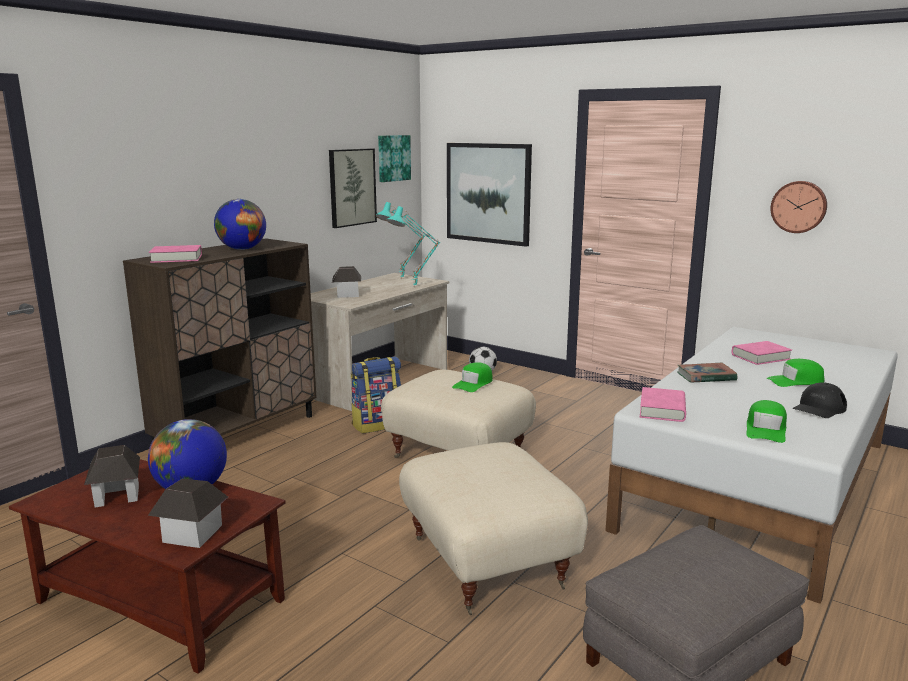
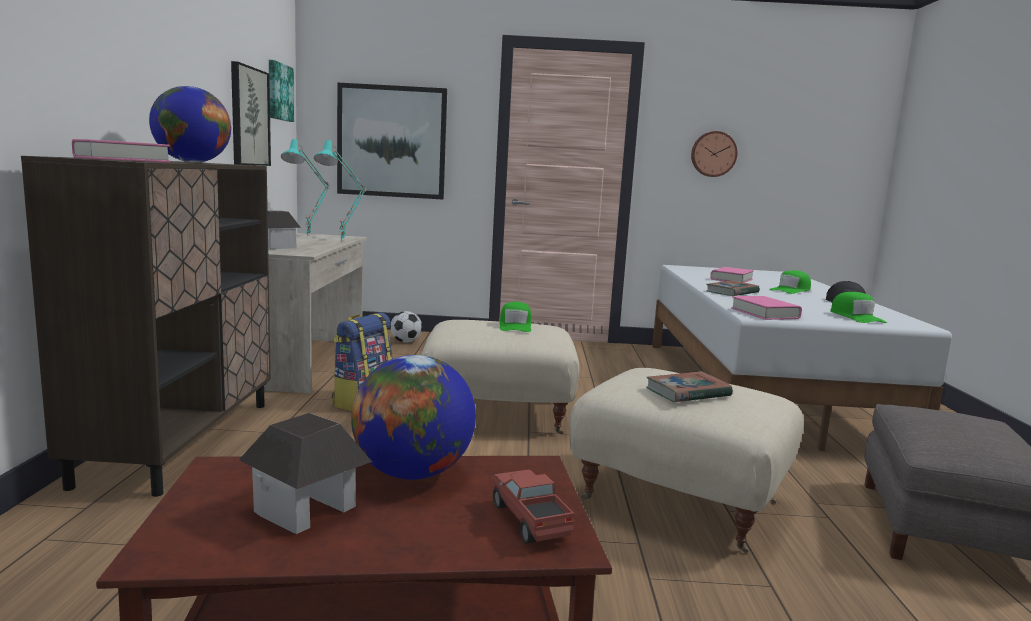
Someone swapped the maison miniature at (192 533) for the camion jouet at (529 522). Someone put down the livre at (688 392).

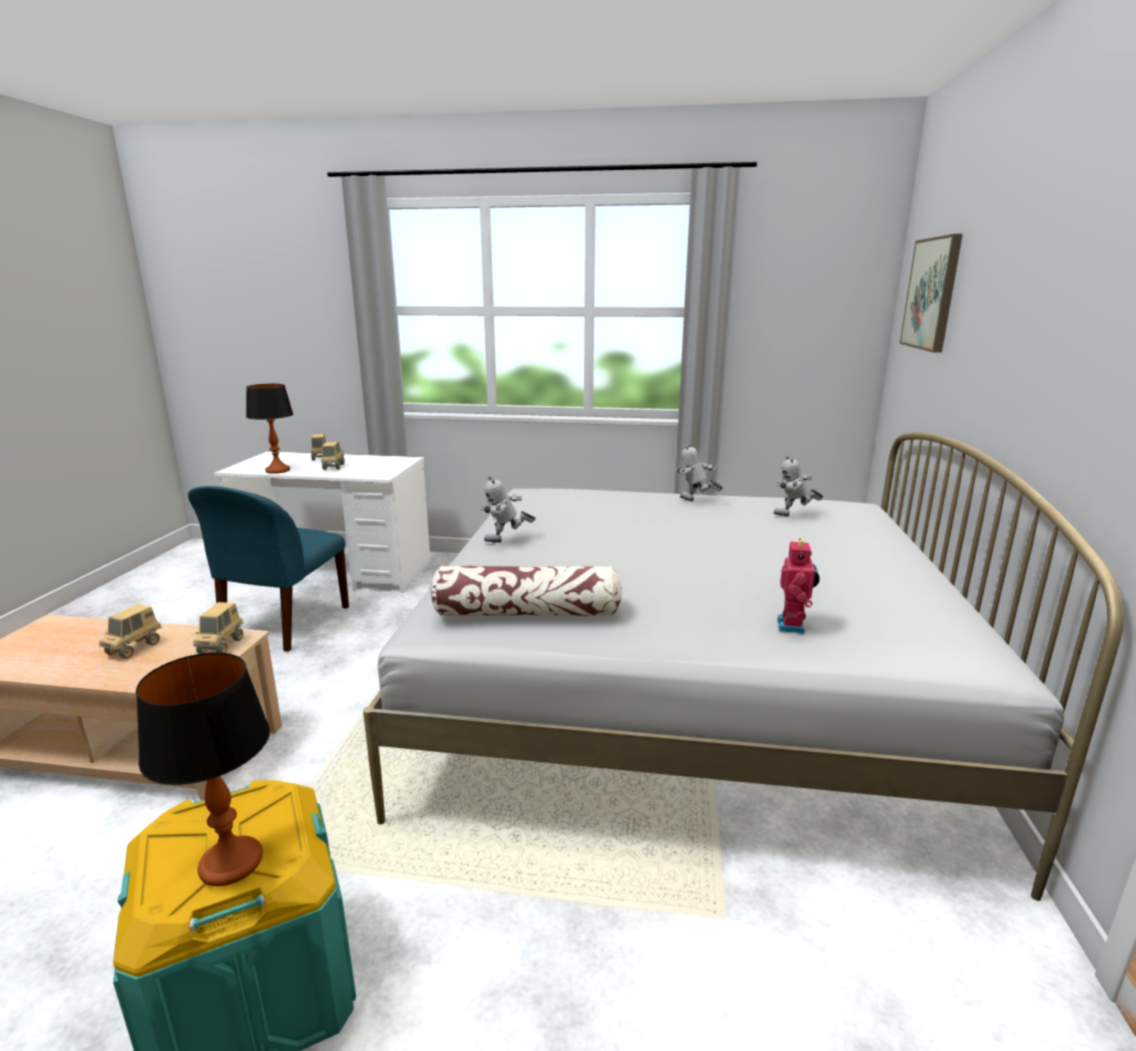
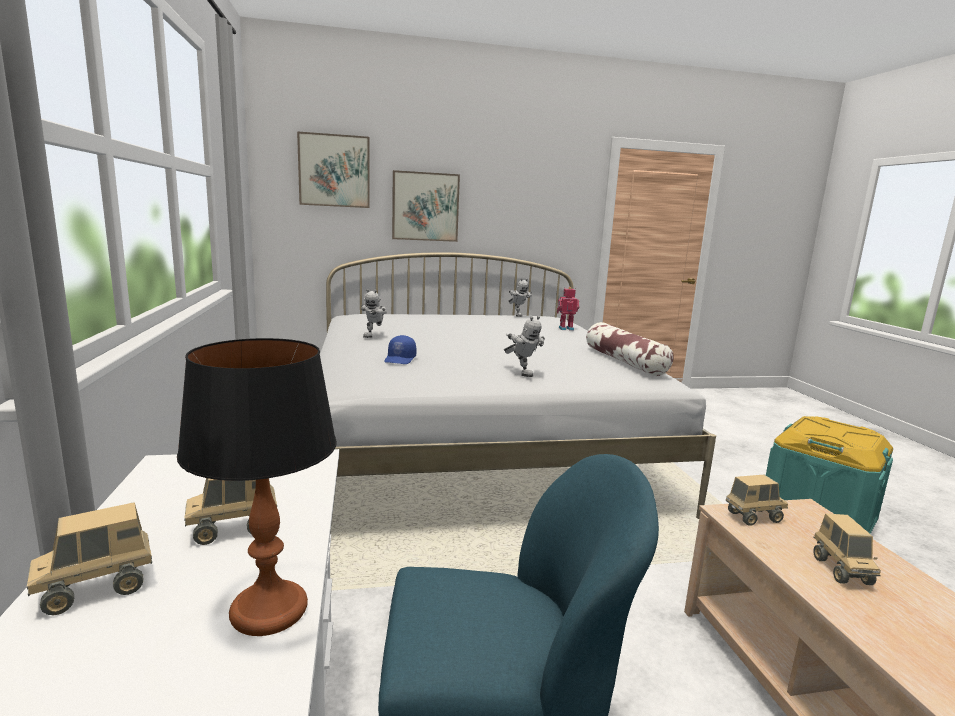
Someone rotated the camion jouet at (134 648) by 90 degrees clockwise. Someone took away the lampe de table at (232 862). Someone carried the robot jouet from (794 516) to (517 315). Someone put down the casquette (bleu) at (400 359). Someone put up the tableau at (425 206).

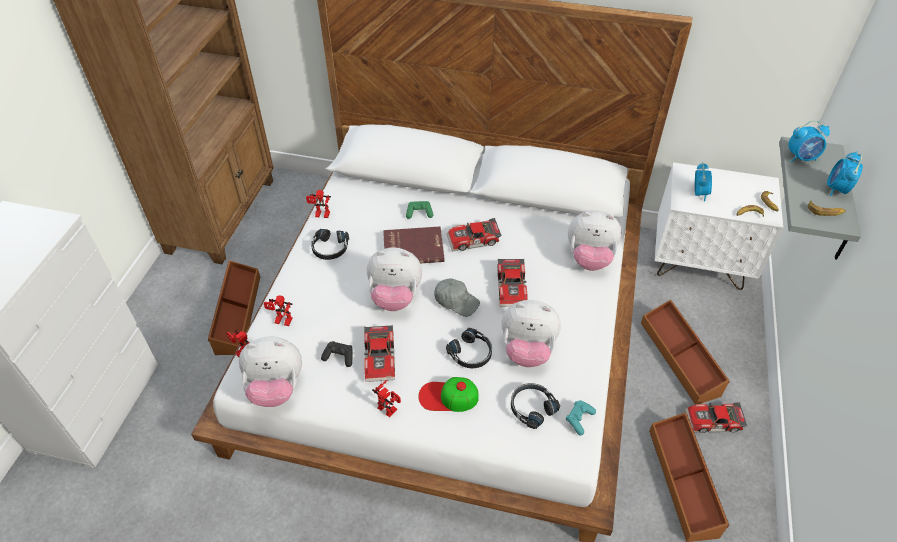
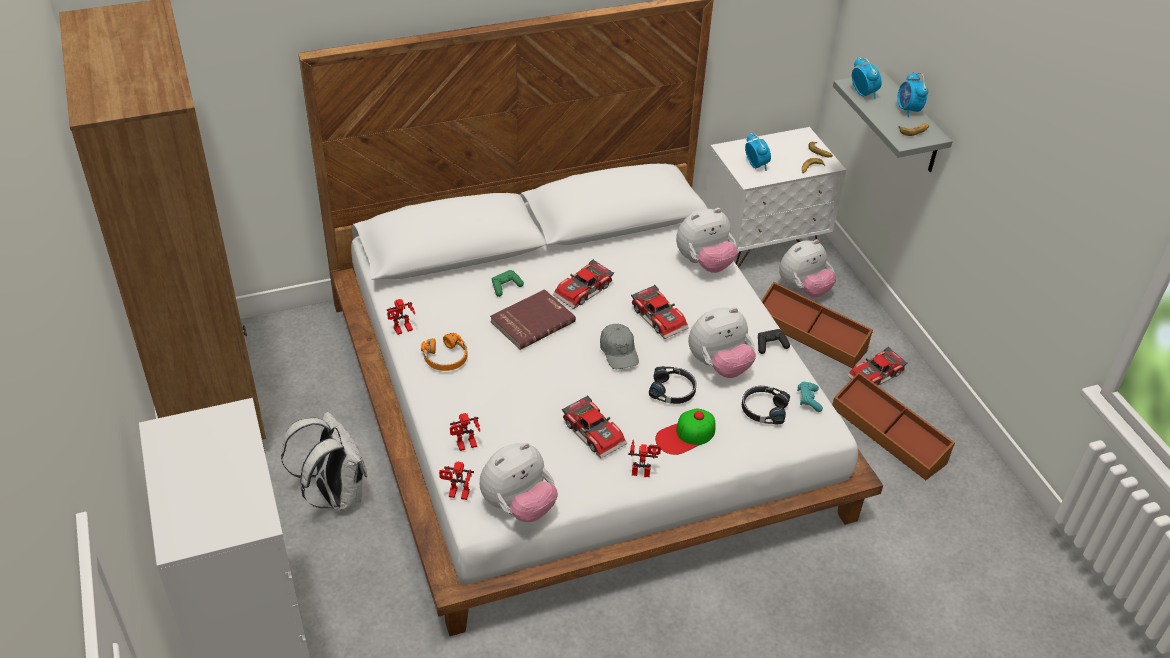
Someone swapped the boîte de rangement (marron) at (237 314) for the sac à dos (blanc) at (335 494). Someone repainted the casque audio (noir) at (330 248), which became the casque audio (orange) at (446 358). Someone carried the manette (noir) from (339 357) to (770 345). Someone carried the peluche from (395 297) to (803 289). Someone rotated the casquette (gris) at (456 301) by 75 degrees clockwise. Someone rotated the réveil at (801 158) by 75 degrees counterclockwise.

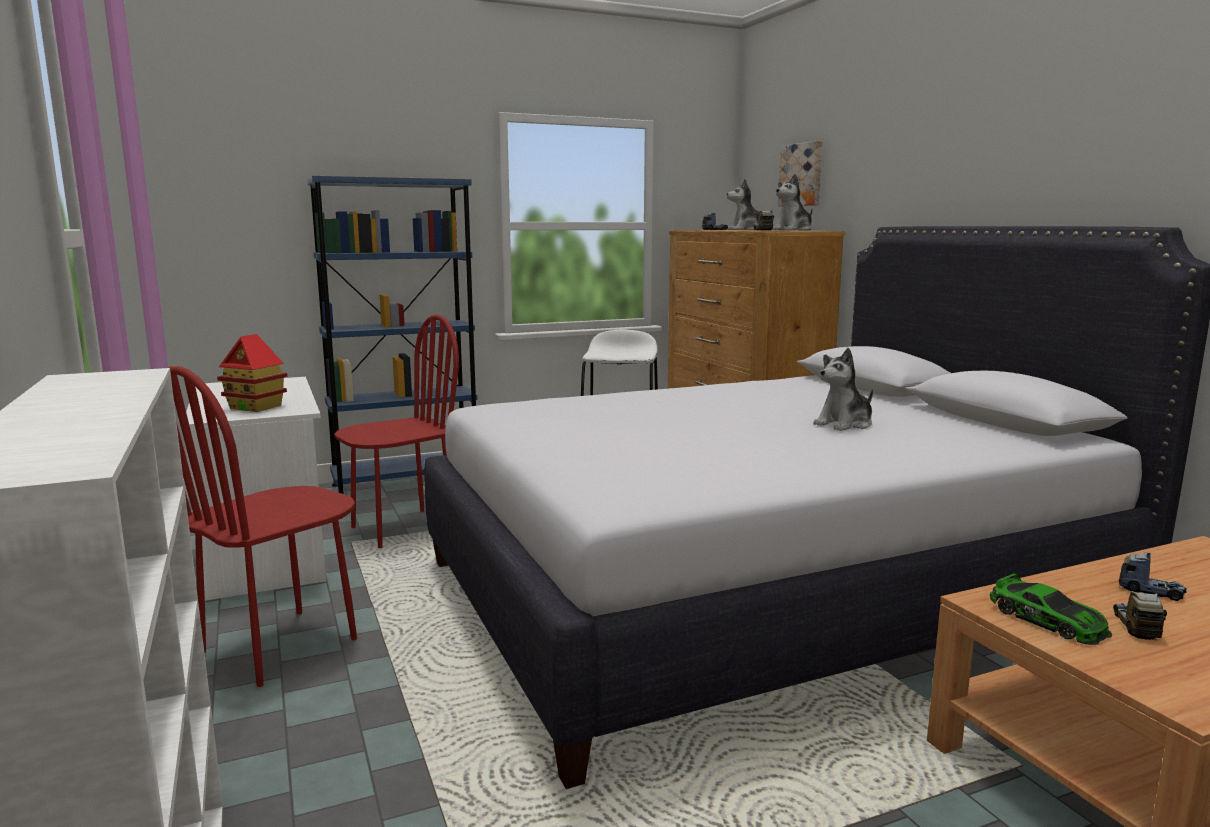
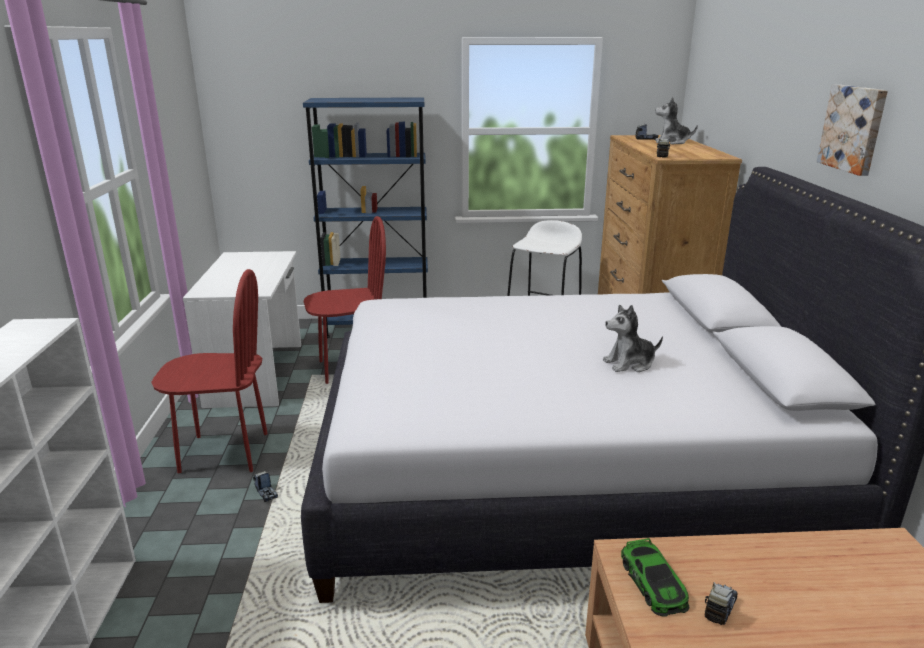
Someone rotated the chaise (rouge) at (280 645) by 150 degrees counterclockwise. Someone took away the maison miniature at (256 407). Someone took away the peluche at (793 230). Someone carried the tableau from (802 175) to (854 128). Someone carried the camion jouet from (1150 591) to (266 493).

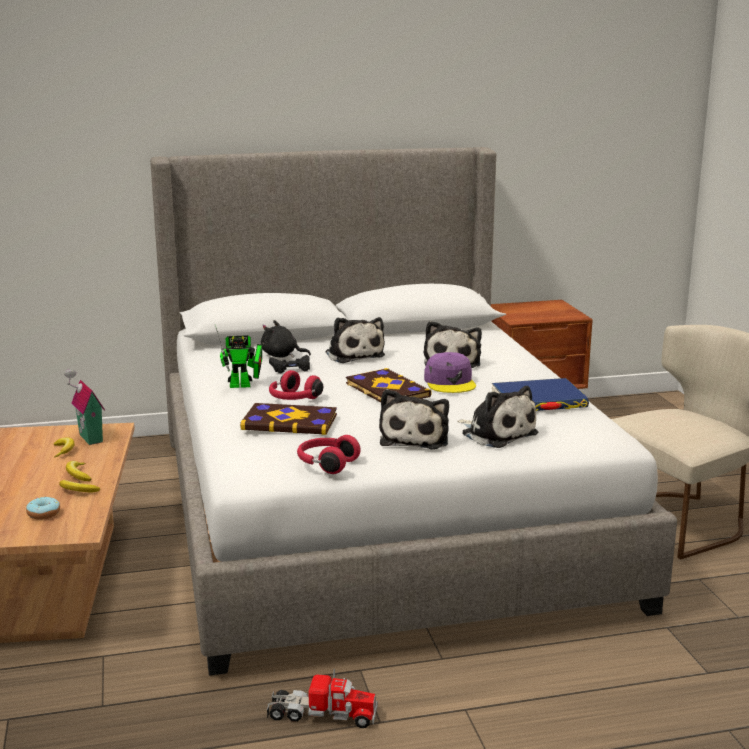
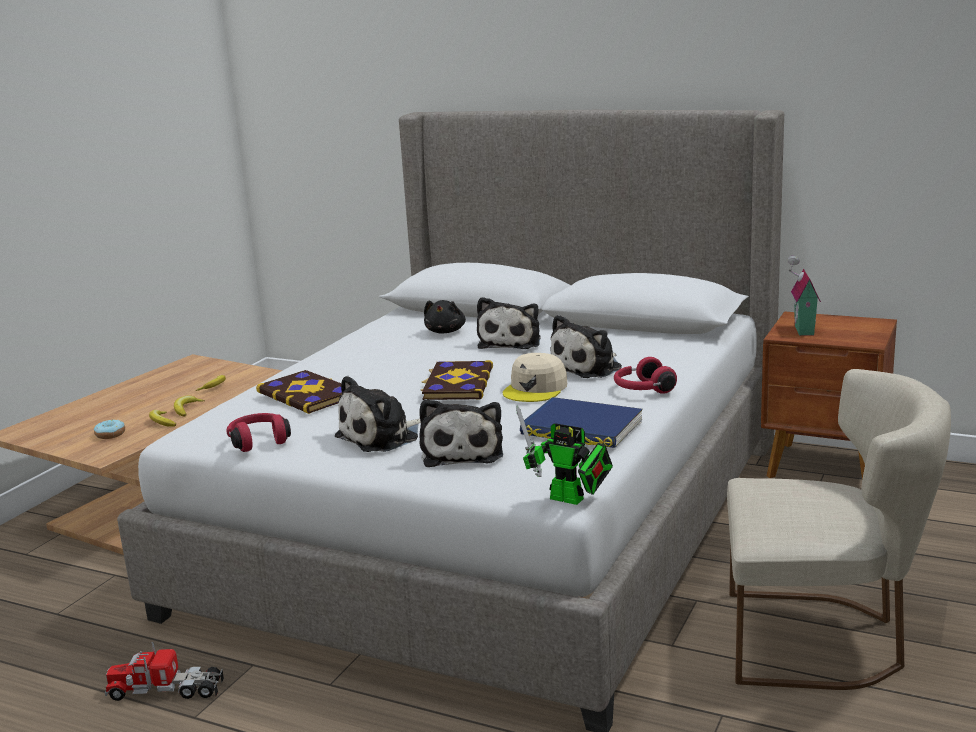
Someone carried the maison miniature from (88 438) to (801 330). Someone carried the robot jouet from (243 385) to (571 500). Someone rotated the peluche (noir) at (281 356) by 135 degrees counterclockwise. Someone rotated the camion jouet at (322 715) by 135 degrees clockwise. Someone took away the manette (noir) at (291 368). Someone carried the casque audio (rouge) from (293 399) to (642 390). Someone repainted the casquette (violet) at (450 382), which became the casquette (beige) at (535 389).

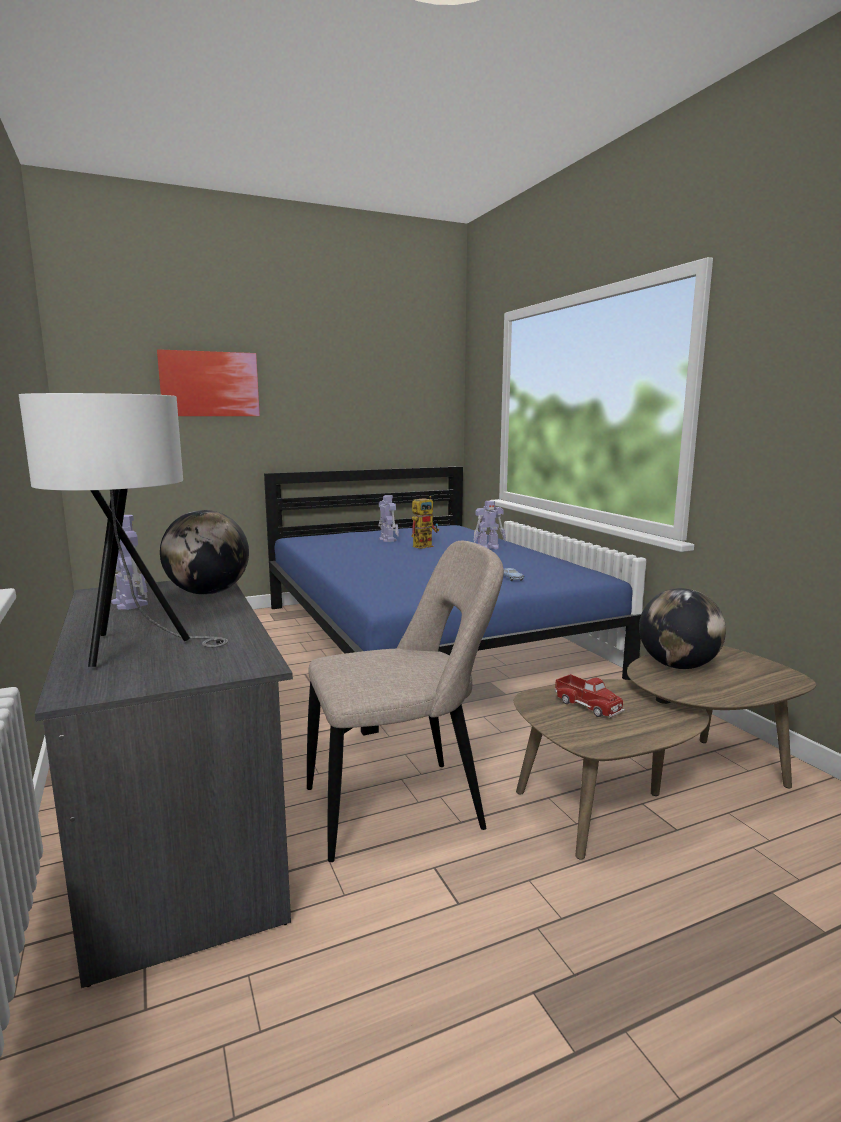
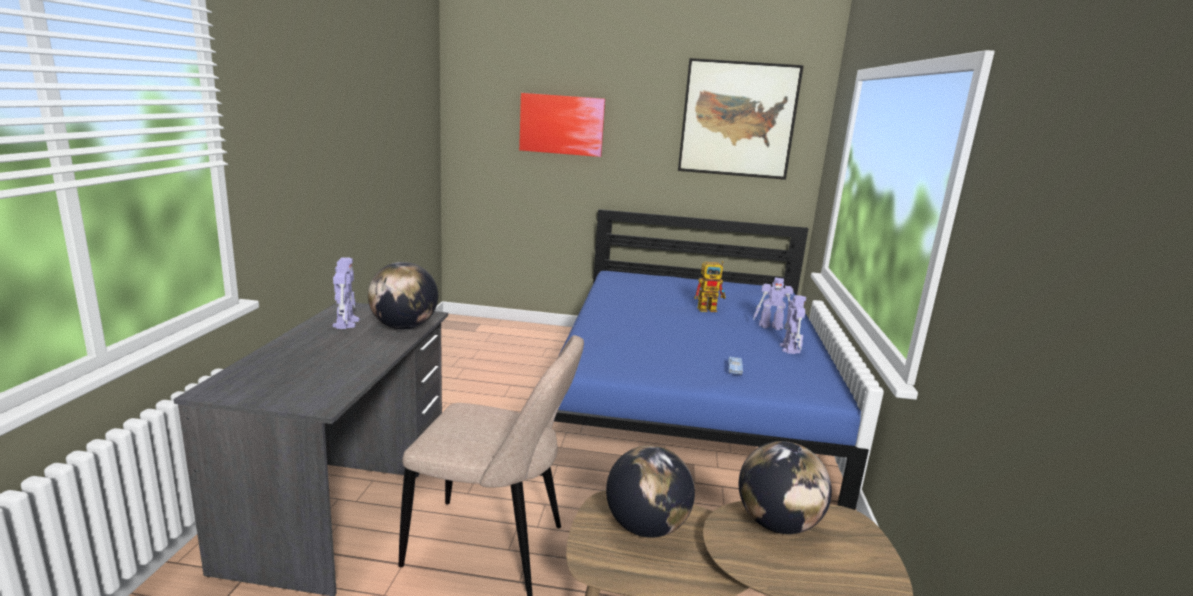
Someone took away the lampe de table (blanc) at (135 648). Someone carried the robot jouet from (387 539) to (789 348). Someone swapped the camion jouet at (588 705) for the globe at (646 527). Someone put up the tableau at (738 119).

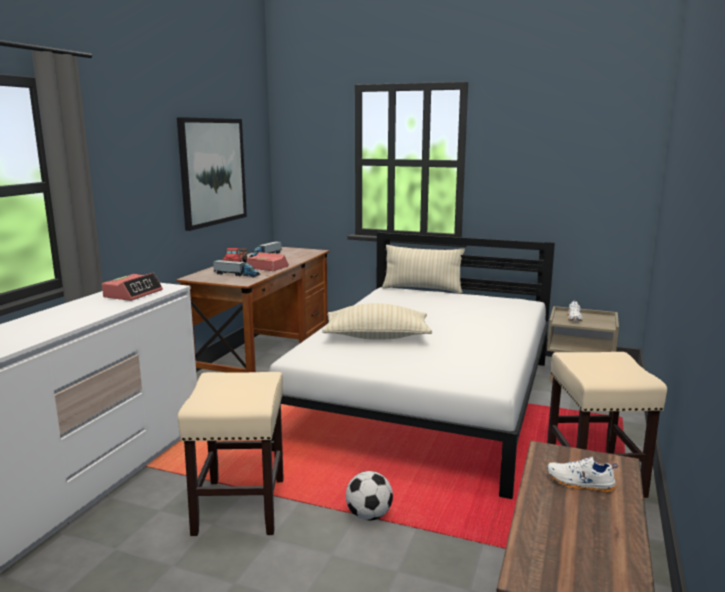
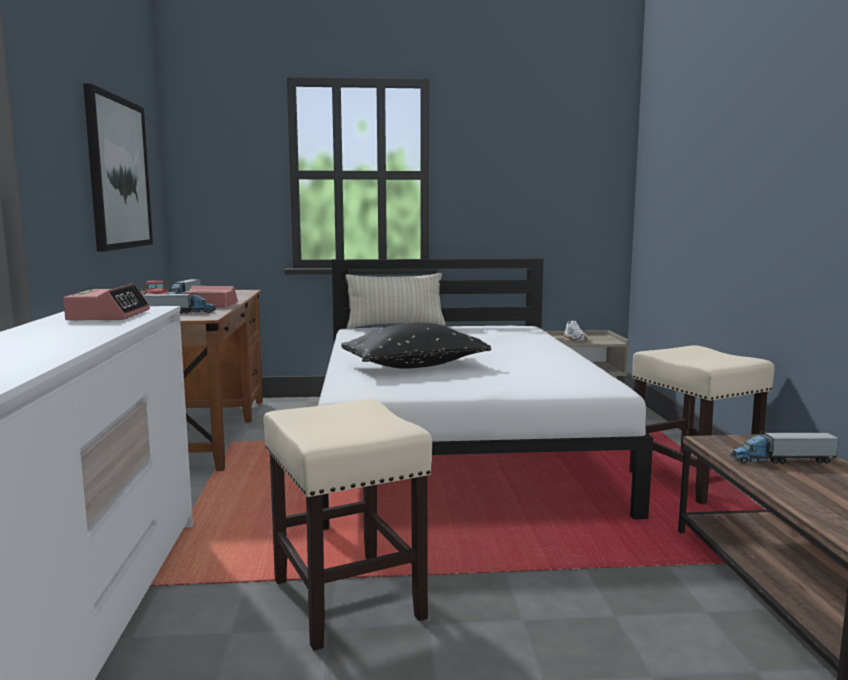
Someone repainted the coussin (beige) at (377 337), which became the coussin (noir) at (415 366). Someone took away the ballon de foot at (369 516). Someone swapped the chaussure (blanc) at (580 484) for the camion jouet at (782 460).

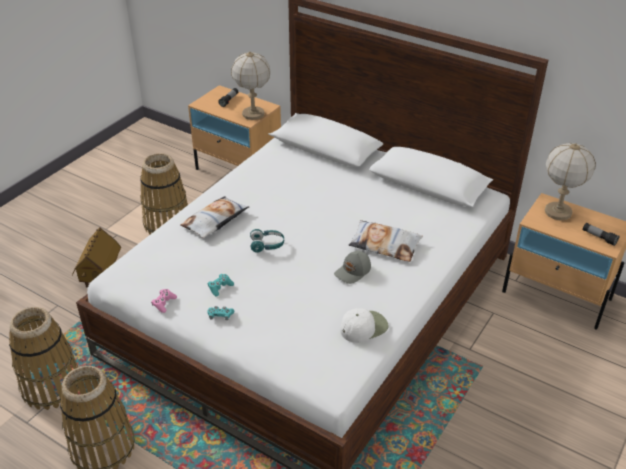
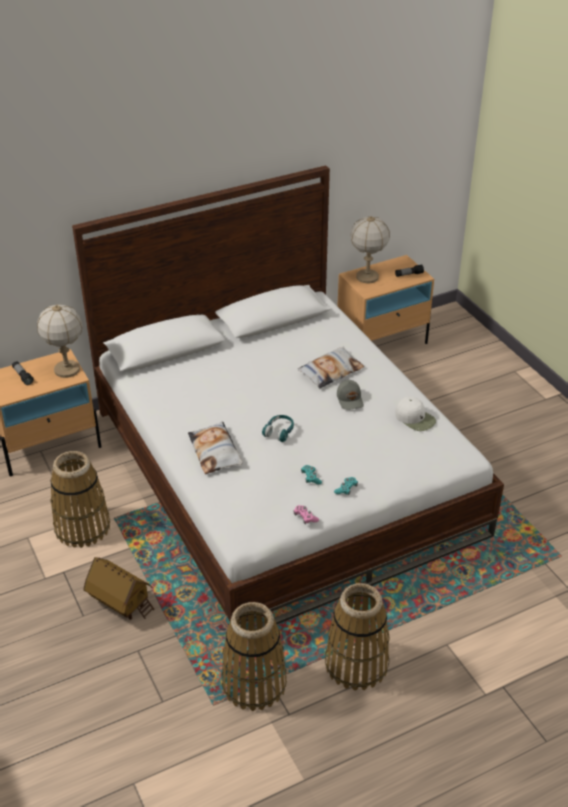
Someone rotated the casquette (blanc) at (363 327) by 135 degrees clockwise.

